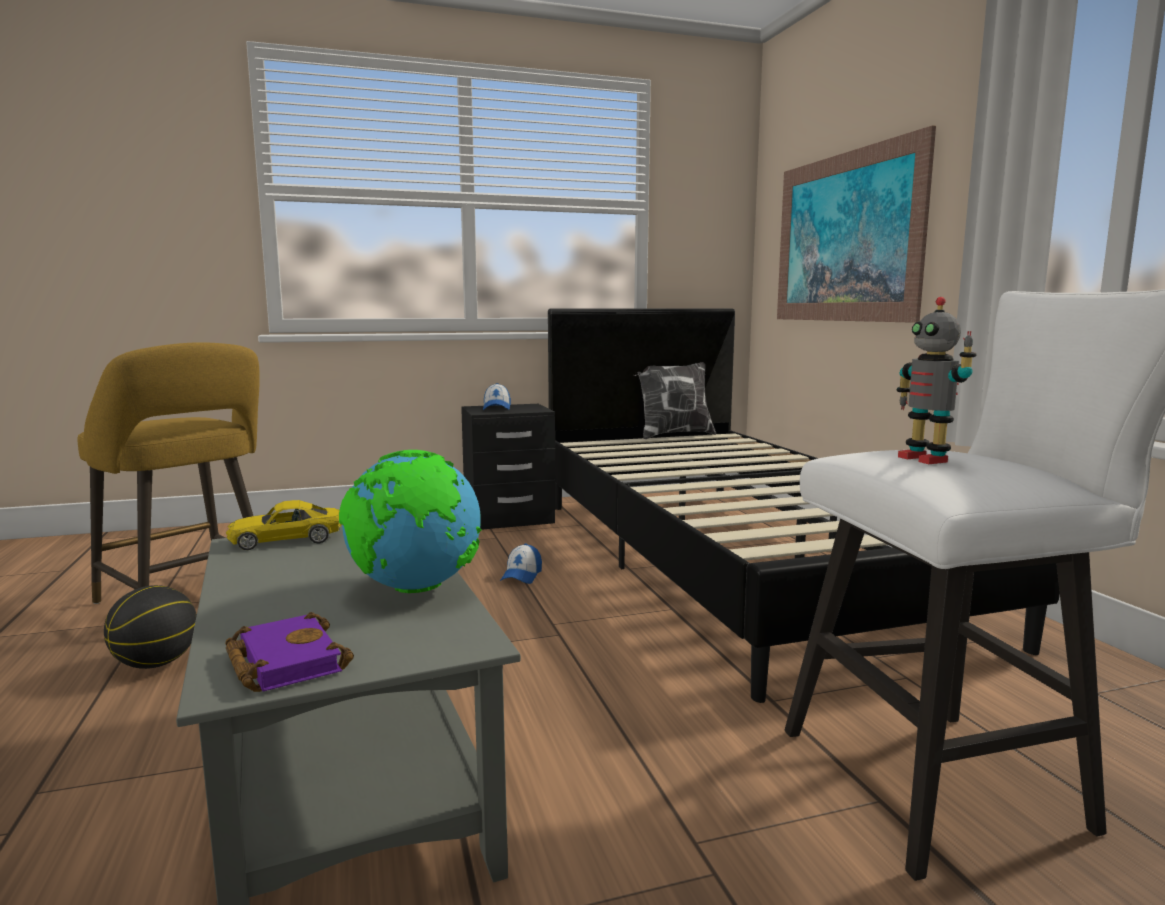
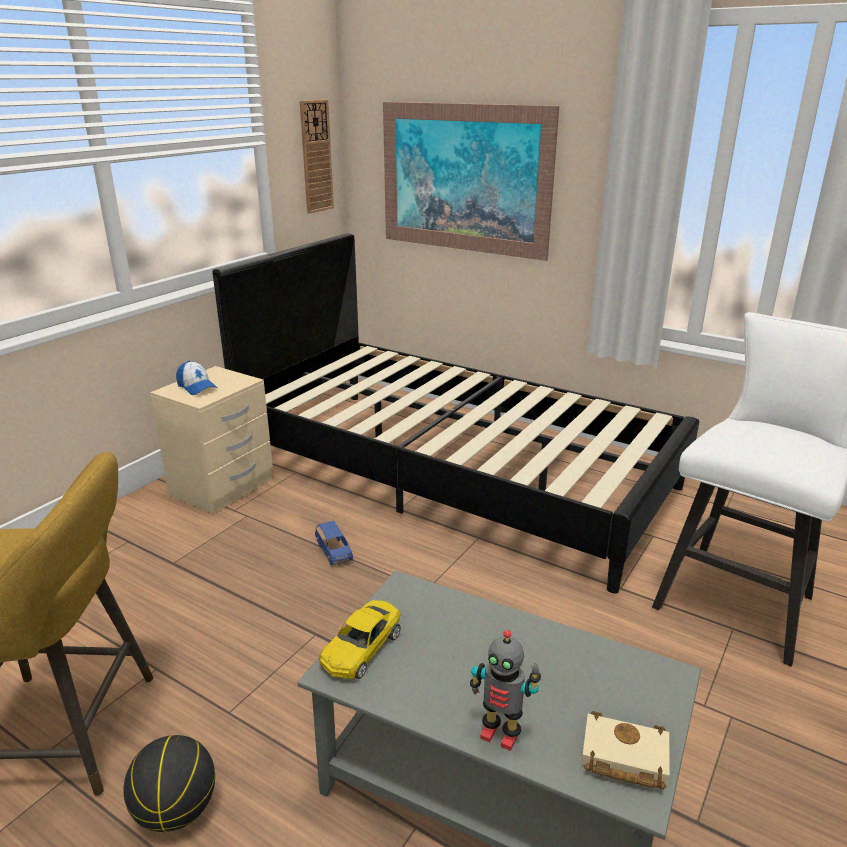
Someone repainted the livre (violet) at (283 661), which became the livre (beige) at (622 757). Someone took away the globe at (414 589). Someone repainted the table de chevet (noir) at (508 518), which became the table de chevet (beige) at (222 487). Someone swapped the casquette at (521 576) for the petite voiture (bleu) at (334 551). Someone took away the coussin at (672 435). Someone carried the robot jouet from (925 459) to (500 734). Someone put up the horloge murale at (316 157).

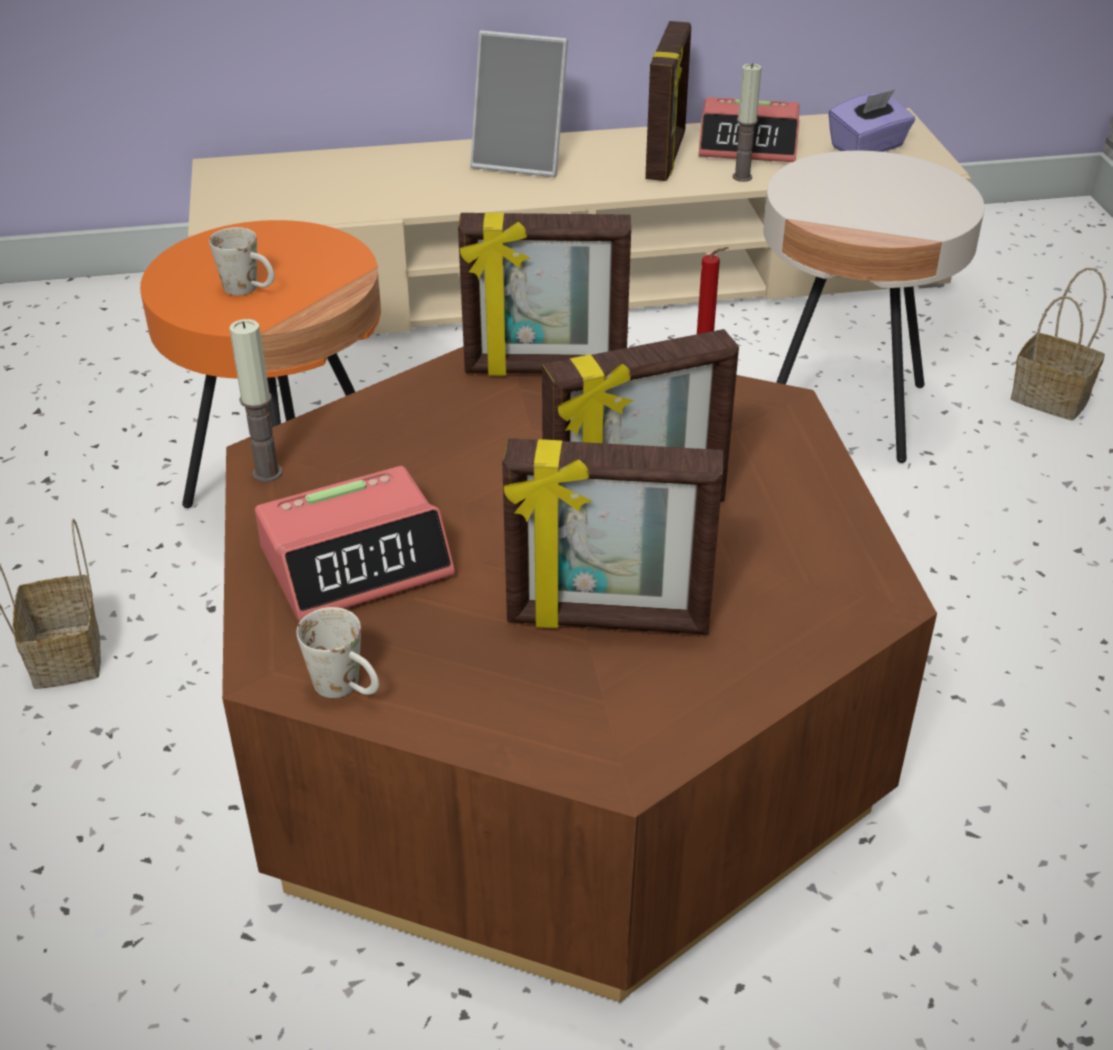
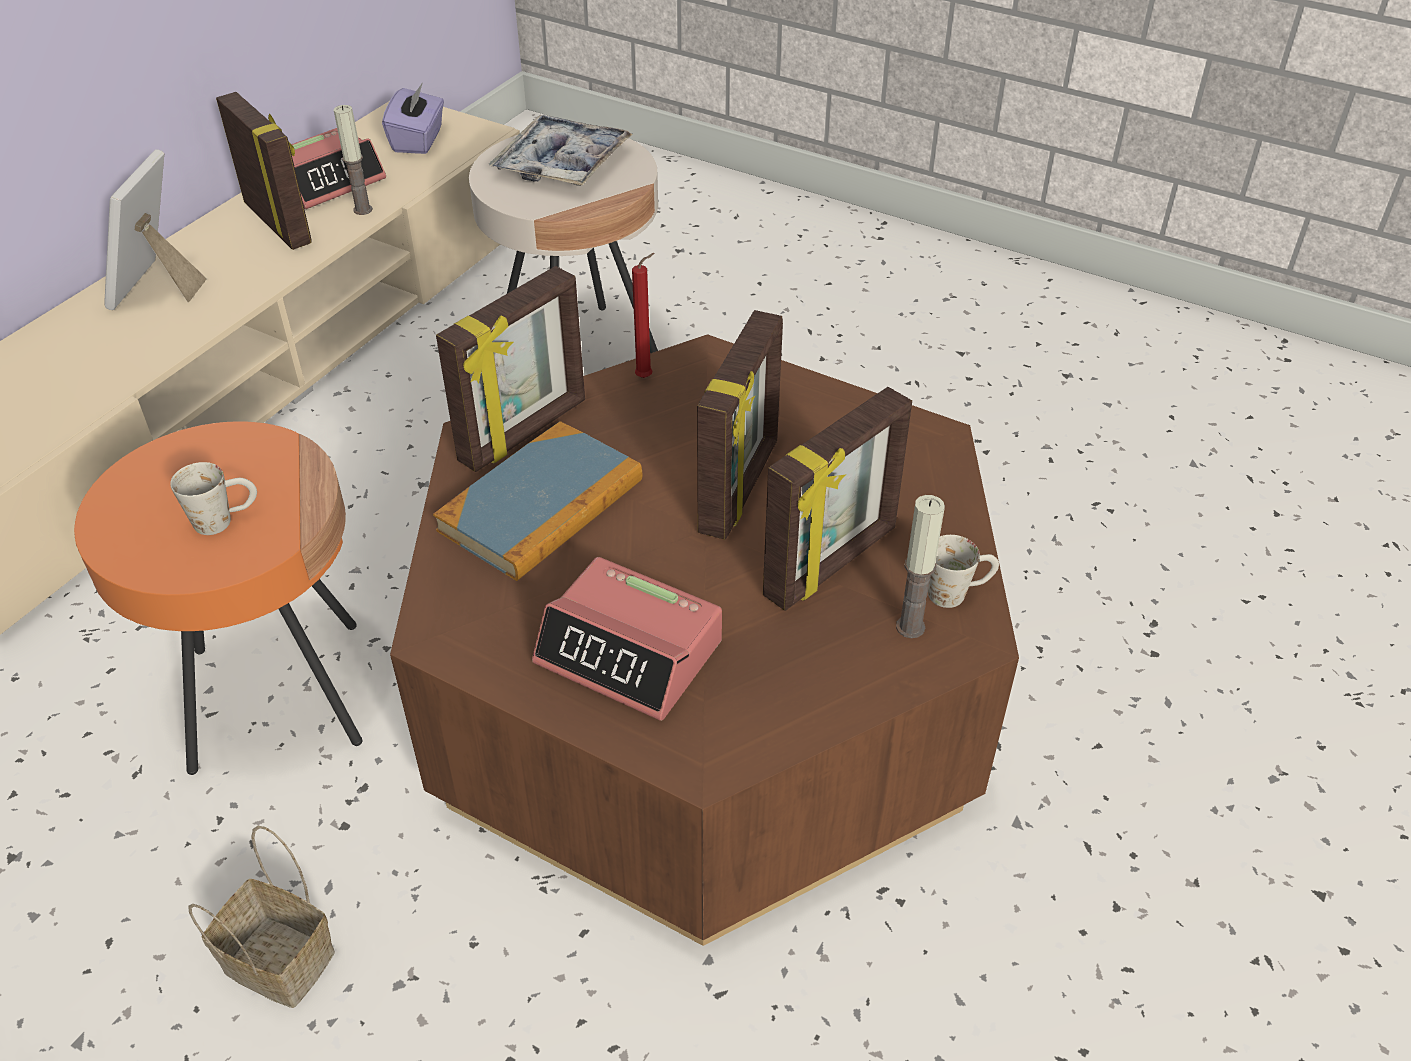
Someone carried the bougie from (267 473) to (910 627). Someone rotated the réveil at (357 561) by 105 degrees clockwise. Someone carried the mug (blanc) from (347 689) to (957 592). Someone rotated the cadre photo at (521 160) by 135 degrees clockwise. Someone took away the panier at (1053 398). Someone put down the livre at (541 506). Someone put down the plateau at (562 163).

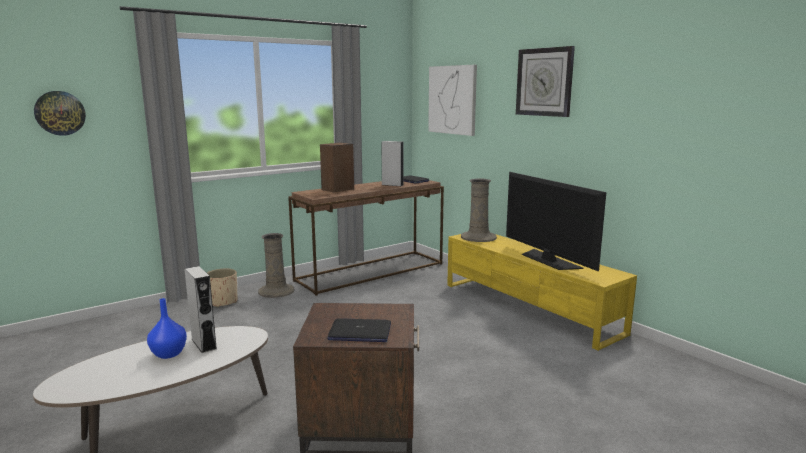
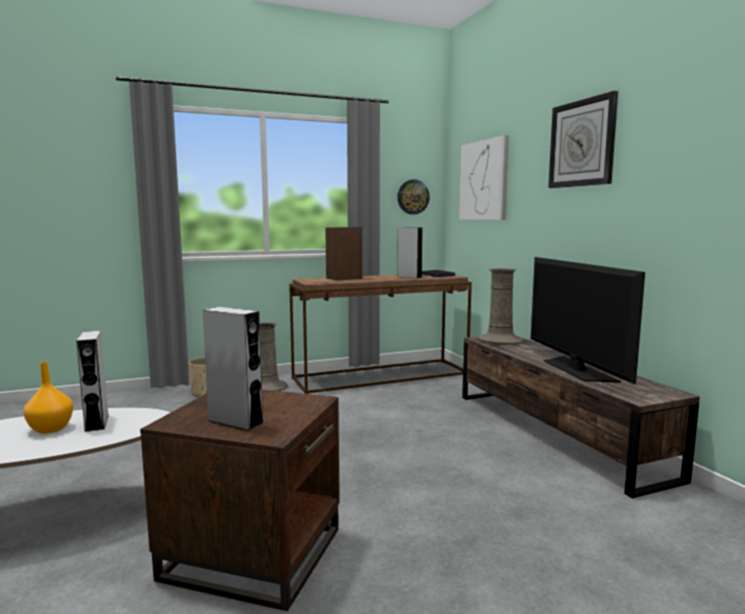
Someone carried the horloge murale from (60 113) to (413 197). Someone repainted the vase (bleu) at (169 354), which became the vase (orange) at (51 429). Someone swapped the ordinateur portable at (359 332) for the enceinte (gris) at (235 422). Someone repainted the meuble télé (jaune) at (529 308), which became the meuble télé (marron) at (555 433).

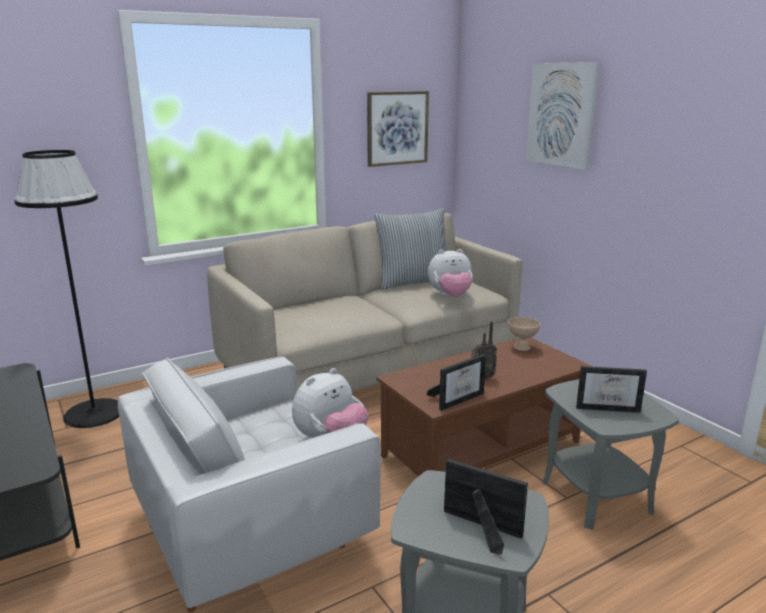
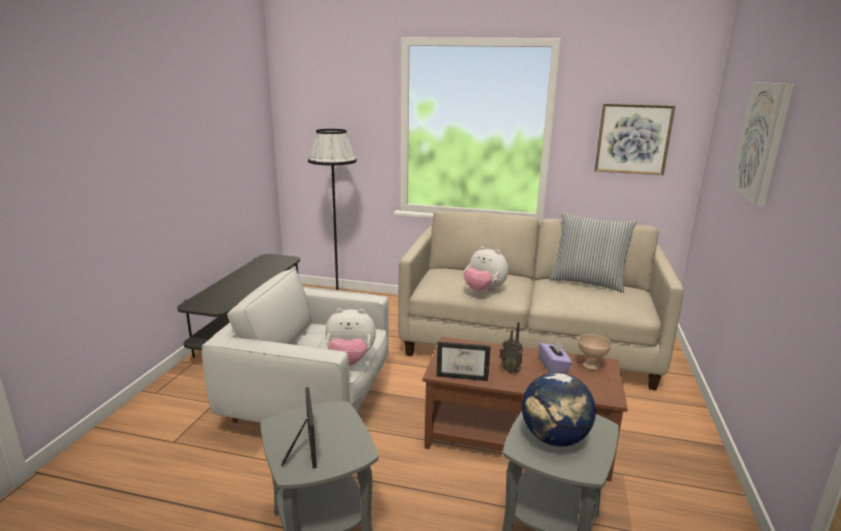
Someone carried the peluche from (450 296) to (484 290). Someone swapped the cadre photo at (608 407) for the globe at (554 438). Someone put down the boîte à mouchoirs (violet) at (553 367).

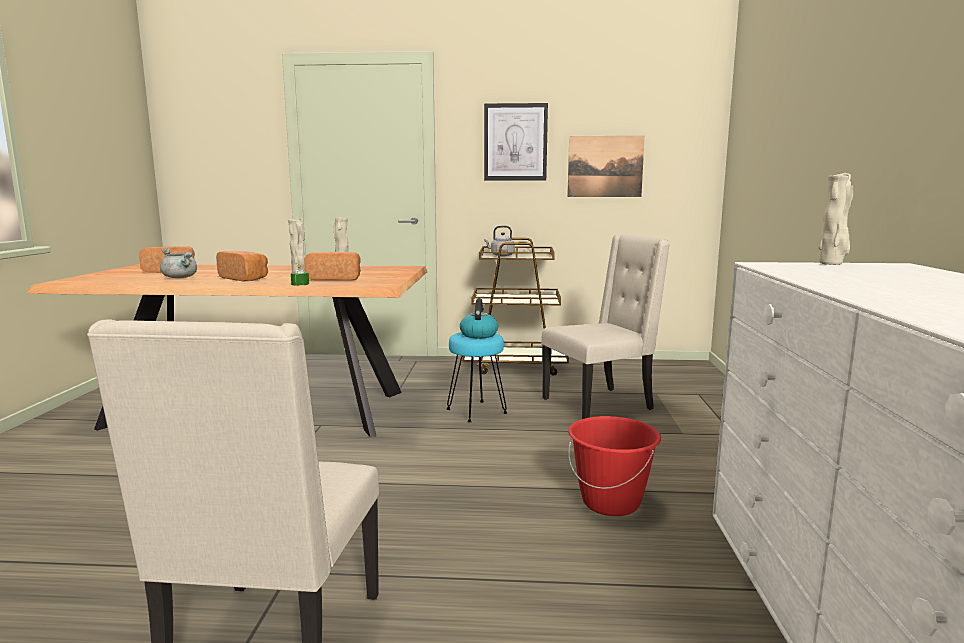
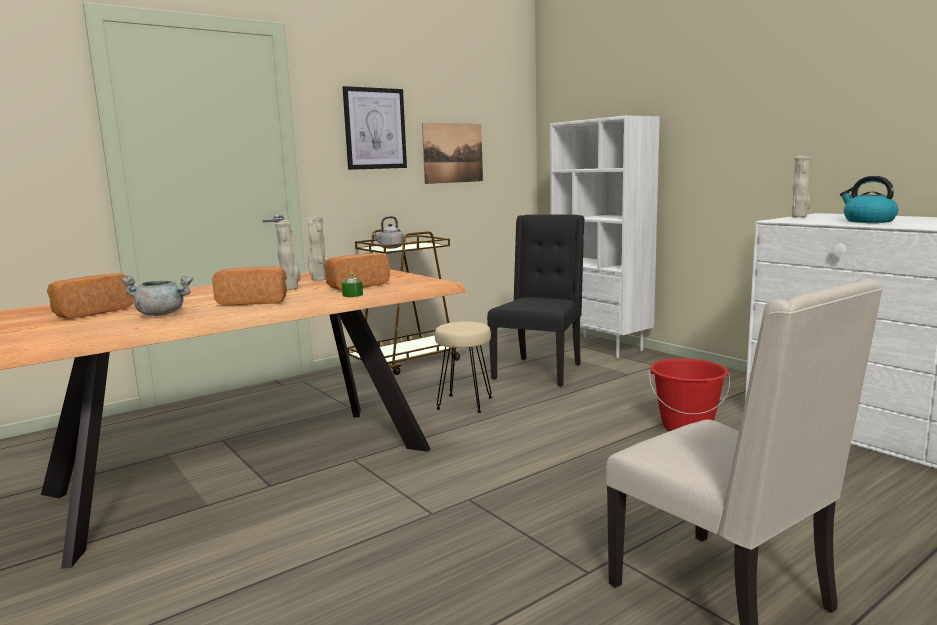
Someone repainted the tabouret (turquoise) at (476 412), which became the tabouret (beige) at (465 404). Someone carried the bouilloire from (478 334) to (868 221). Someone repainted the chaise (beige) at (599 404), which became the chaise (noir) at (539 371). Someone put down the bibliothèque (blanc) at (601 346).

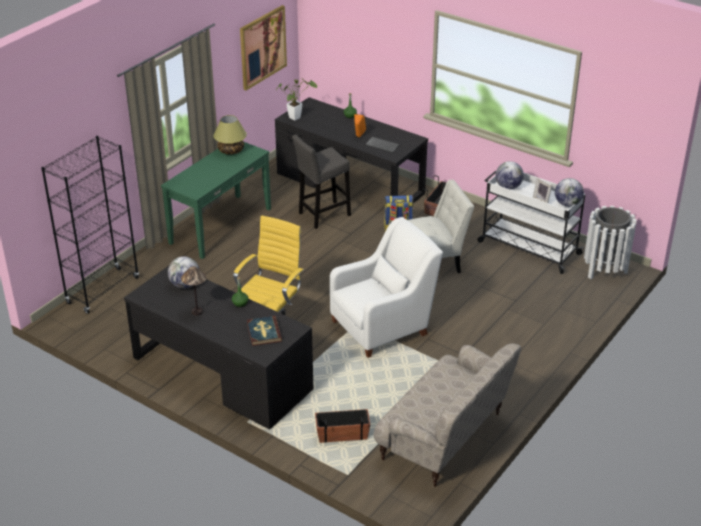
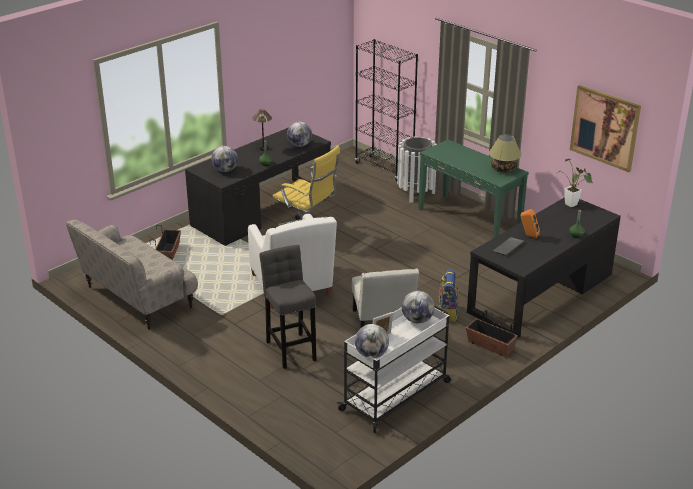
Someone swapped the livre at (263 332) for the globe at (225 170). Someone carried the tabouret (gris) from (322 215) to (290 349). Someone carried the poubelle (blanc) from (604 270) to (416 193).

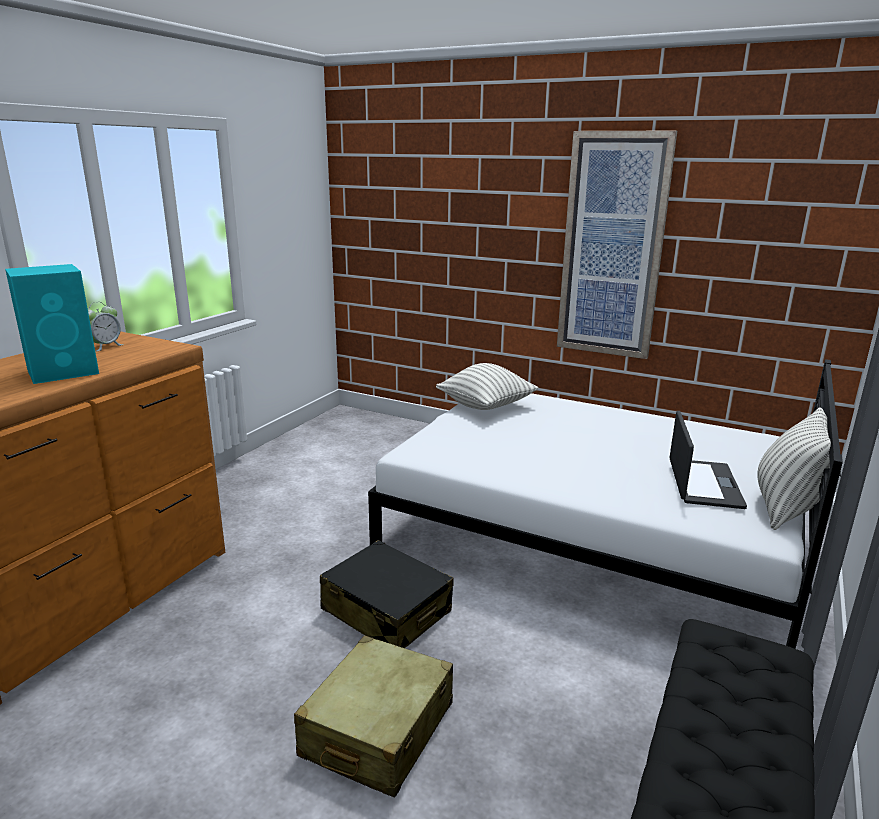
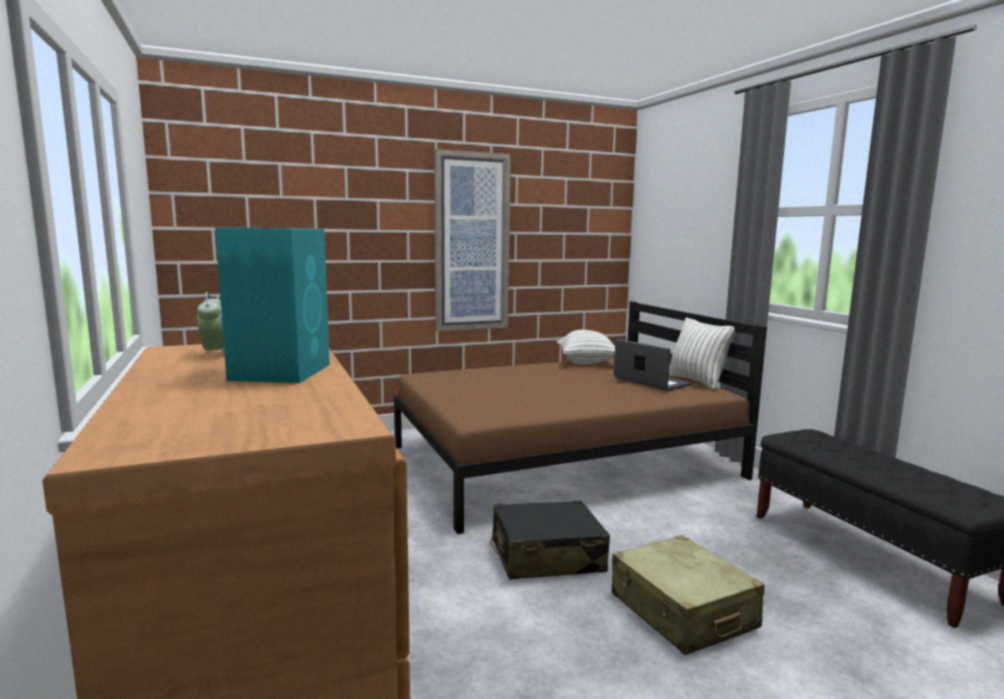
Someone repainted the lit (blanc) at (591 538), which became the lit (marron) at (562 461). Someone carried the coussin from (486 406) to (587 363).

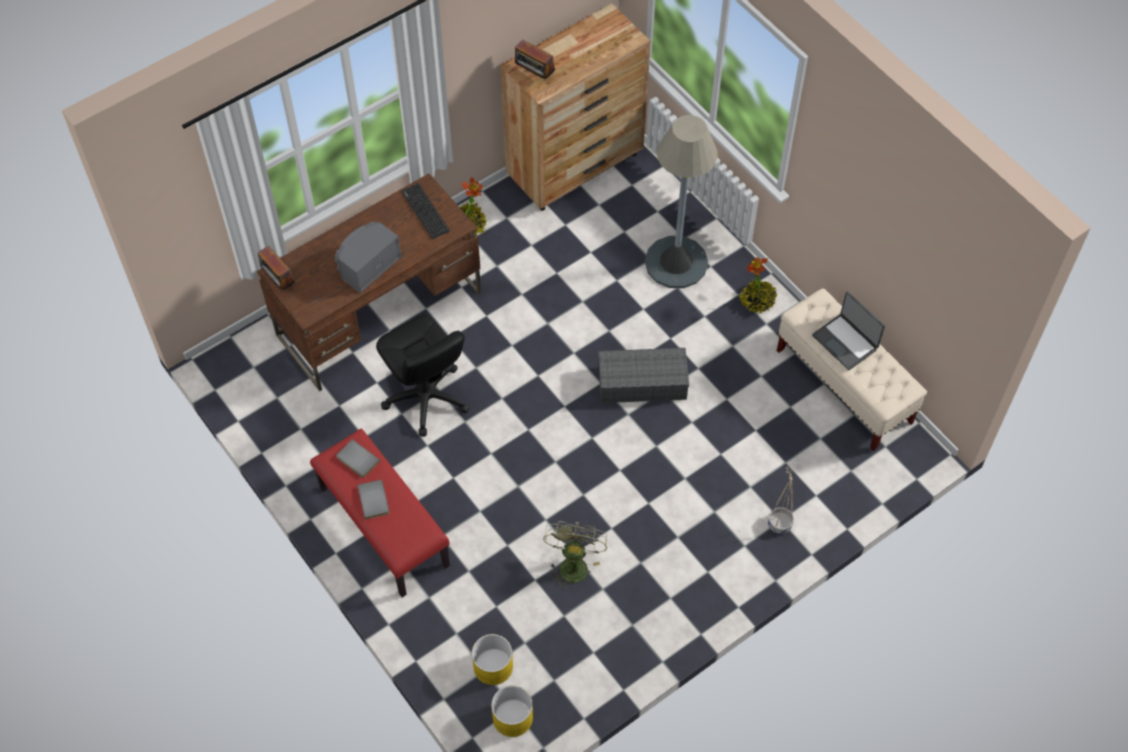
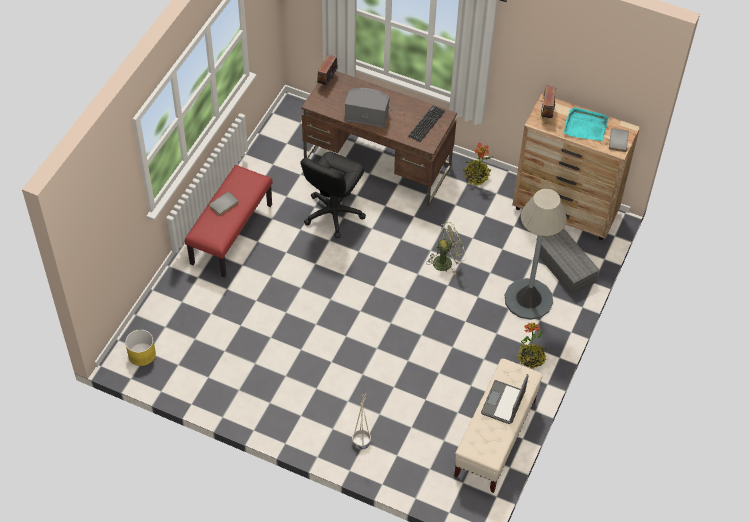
Someone carried the livre (gris) from (357 460) to (617 141). Someone took away the cache-pot (jaune) at (492 667). Someone carried the ventilateur (vert) from (573 563) to (446 261). Someone carried the boîte de rangement (gris) from (641 384) to (564 266). Someone put down the plateau (turquoise) at (585 126).

